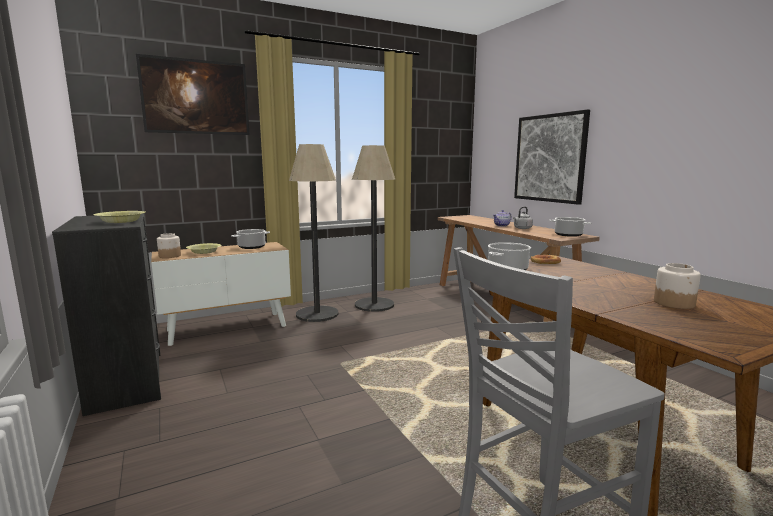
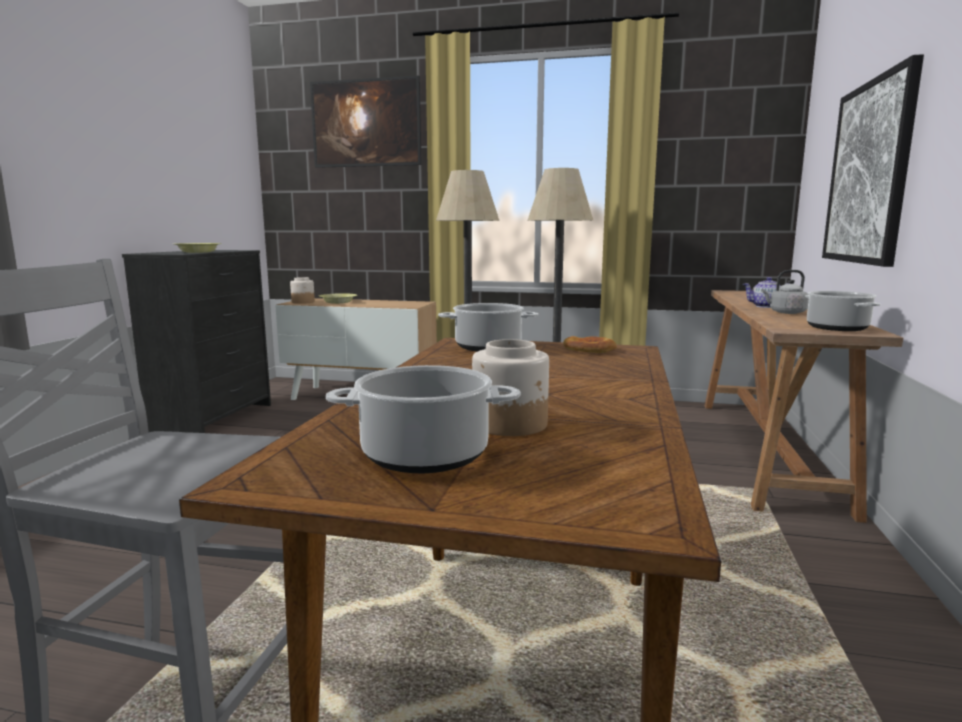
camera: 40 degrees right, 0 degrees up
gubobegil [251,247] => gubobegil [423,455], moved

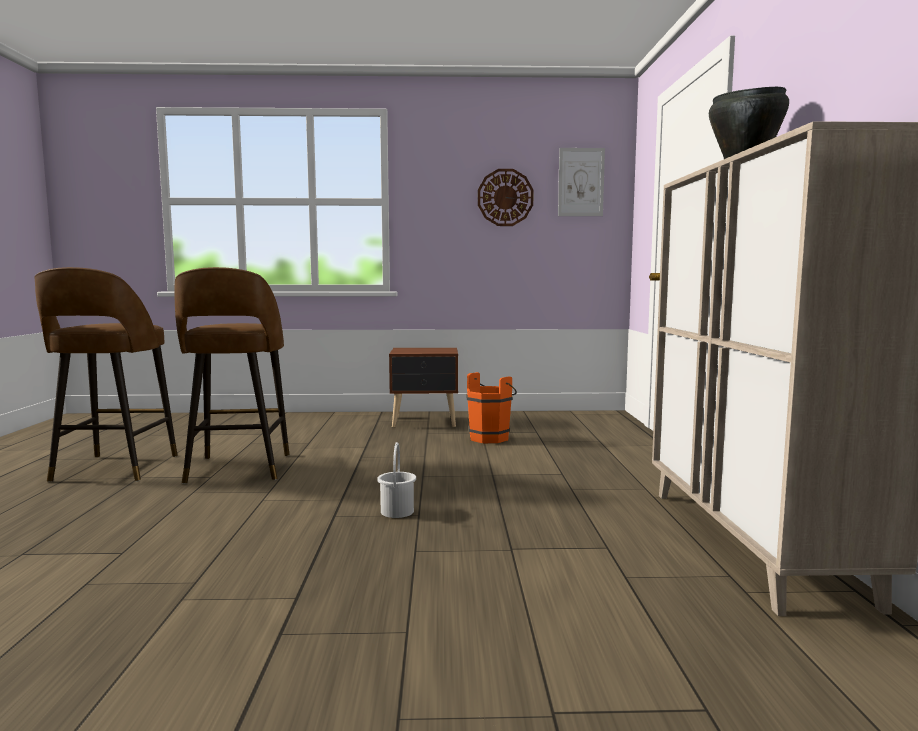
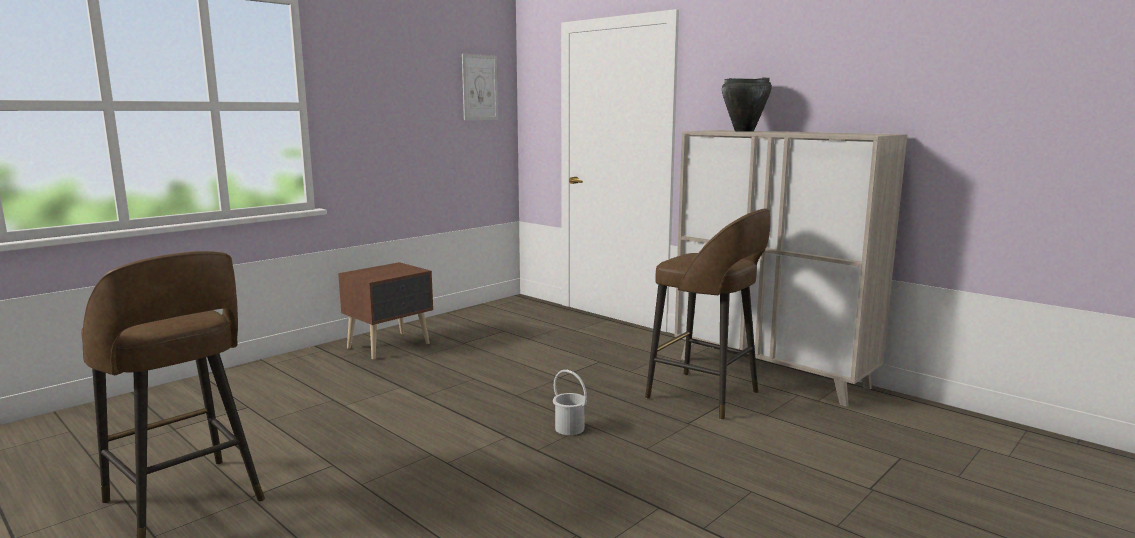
camera: 45 degrees left, 5 degrees up
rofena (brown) [238,469] => rofena (brown) [706,396], moved
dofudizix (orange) [491,437] => nothing
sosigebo [505,197] => nothing

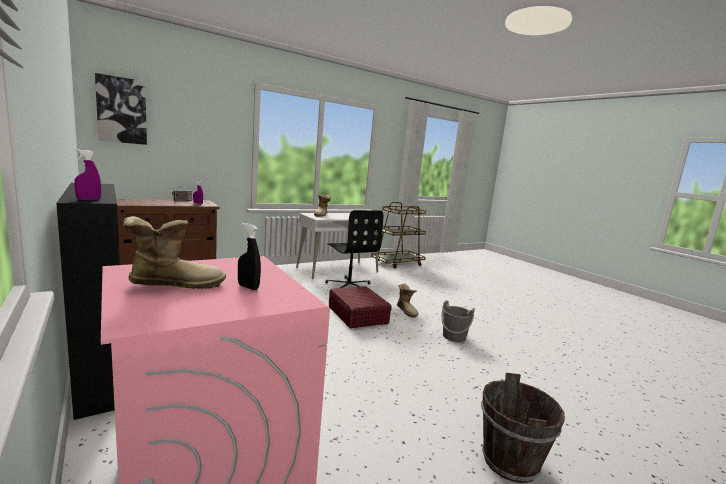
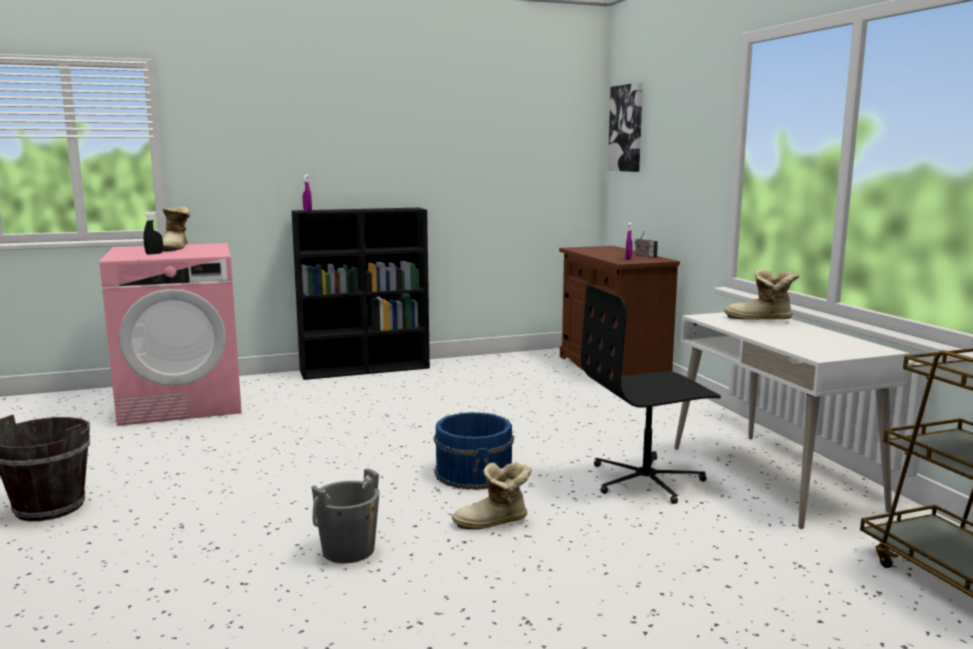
camera: 105 degrees right, 0 degrees up
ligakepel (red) [357,315] => dofudizix (blue) [475,473]

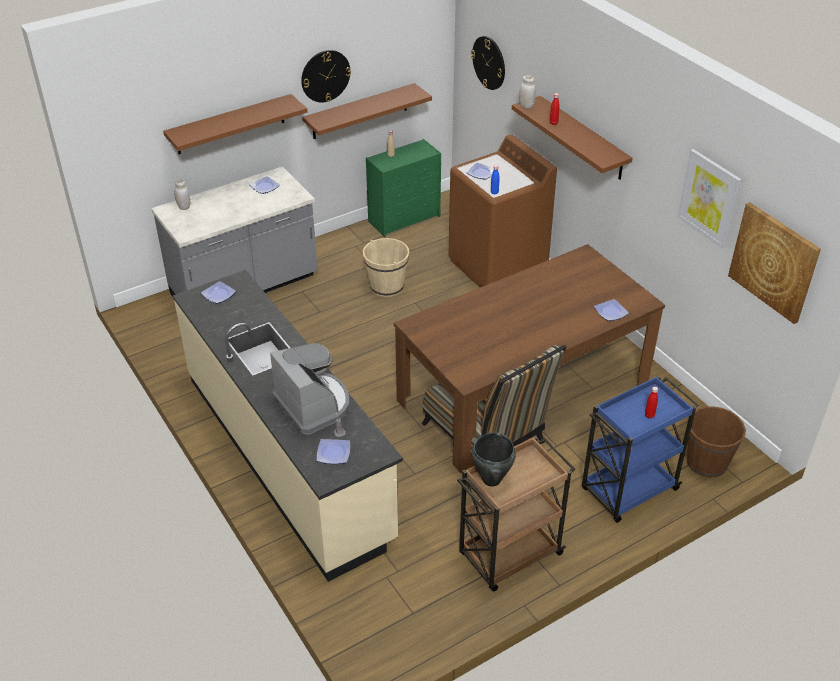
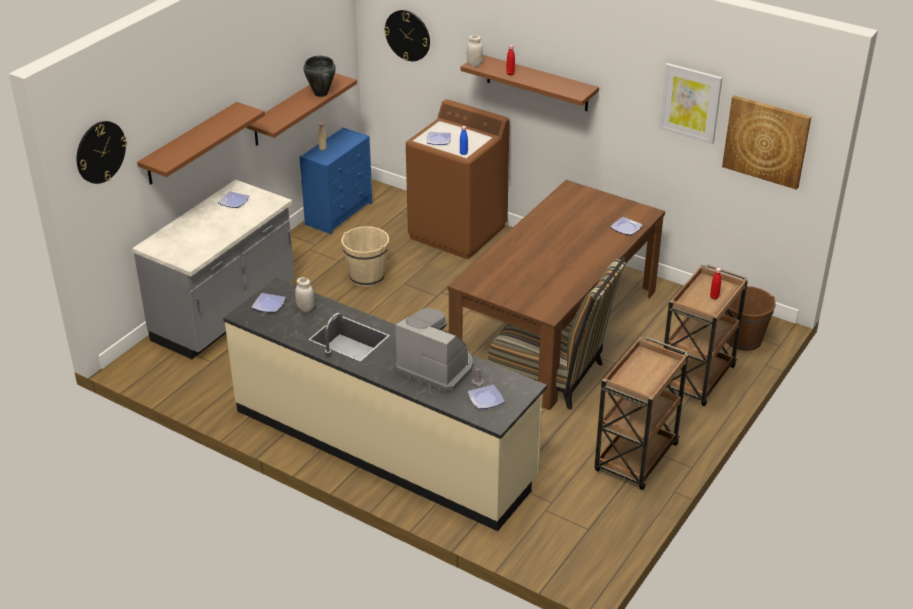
camera: 25 degrees left, 5 degrees down
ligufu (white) [184,207] => ligufu (white) [305,308], moved
sosigebo [325,76] => sosigebo [100,152], moved
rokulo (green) [405,219] => rokulo (blue) [339,213]
gubobegil (black) [491,480] => gubobegil (black) [320,93], moved
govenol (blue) [628,490] => govenol (brown) [696,379]

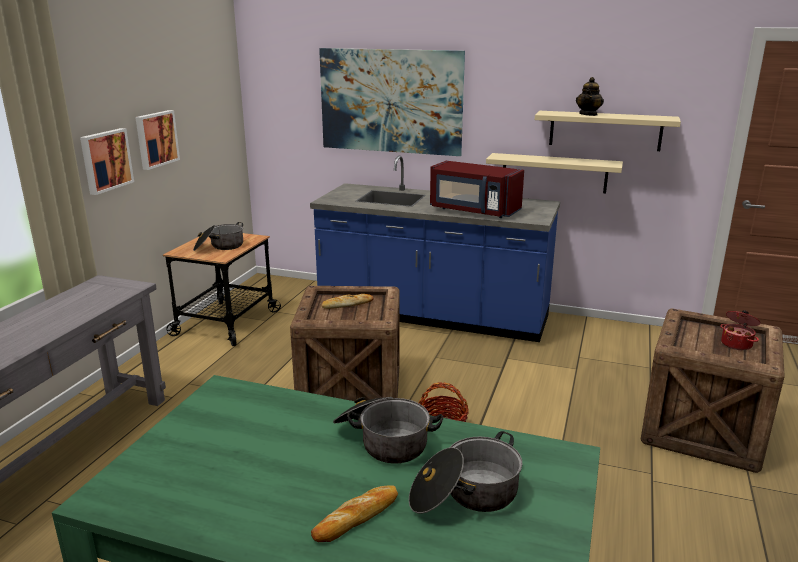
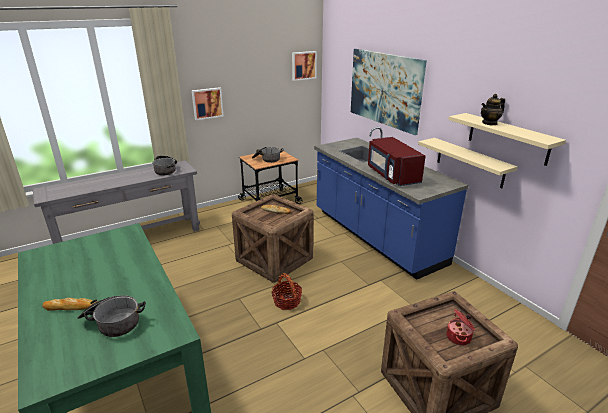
camera: 40 degrees right, 5 degrees up
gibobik [156,139] => gibobik [303,65], moved
gubobegil [383,440] => gubobegil [166,170], moved

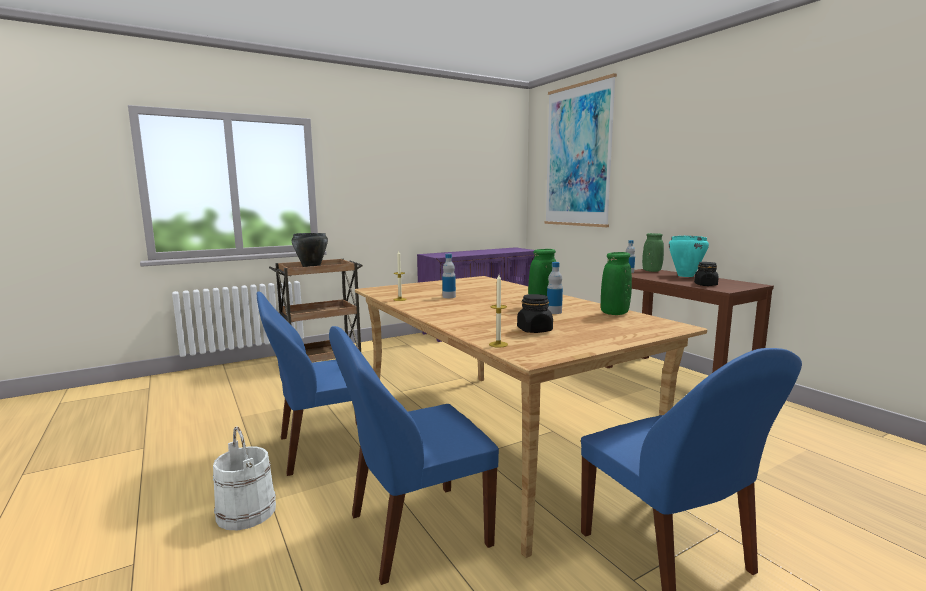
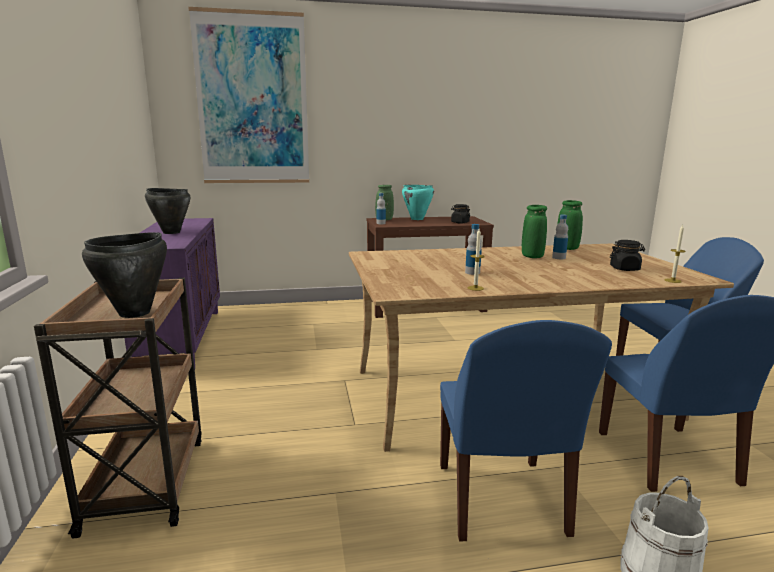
camera: 70 degrees left, 5 degrees up
nothing => gubobegil (black) [171,232]

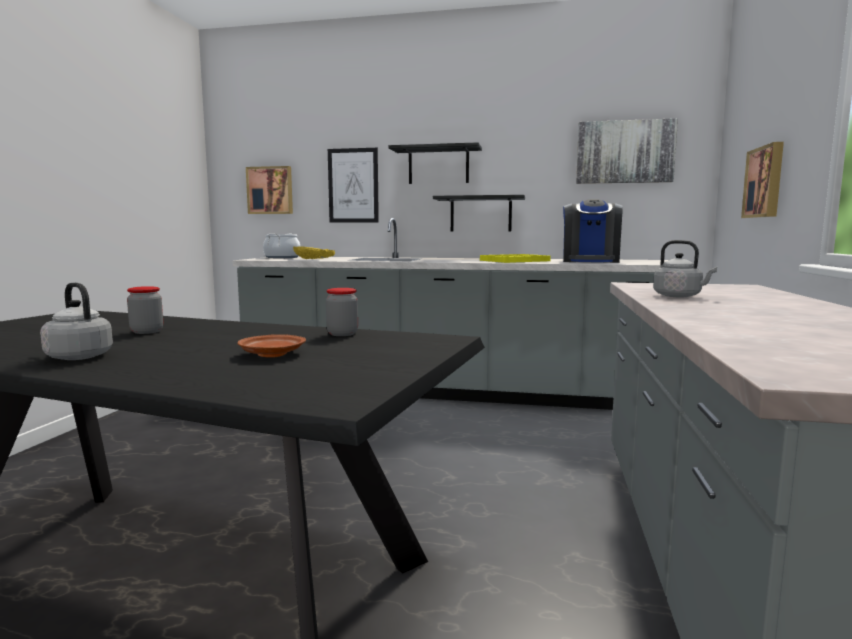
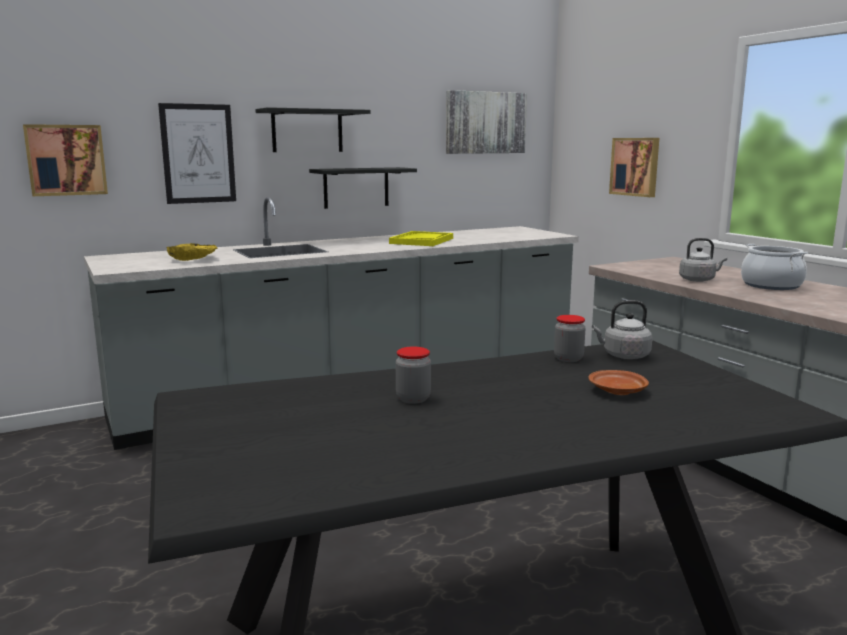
camera: 40 degrees left, 5 degrees up
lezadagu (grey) [78,356] => lezadagu (grey) [623,356], moved
gubobegil [282,257] => gubobegil [771,285], moved
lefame [590,261] => nothing

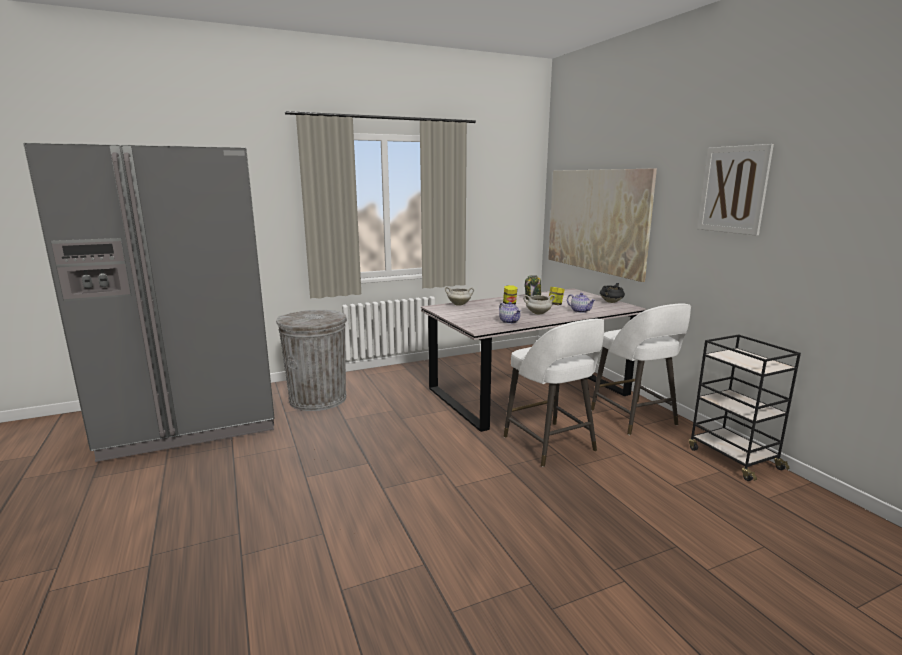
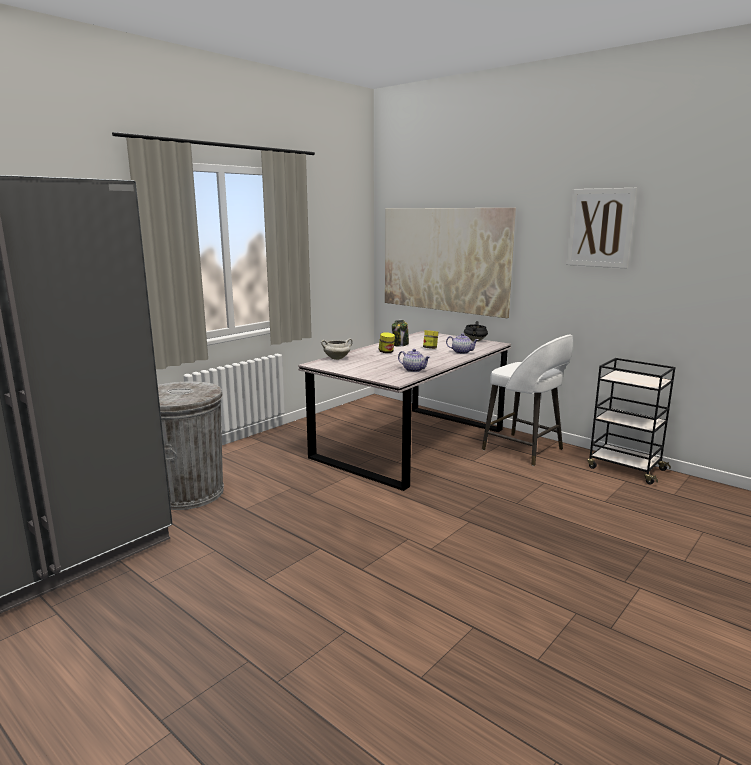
camera: 25 degrees left, 0 degrees up
rofena (white) [550,445] => nothing
gubobegil (white) [538,313] => nothing

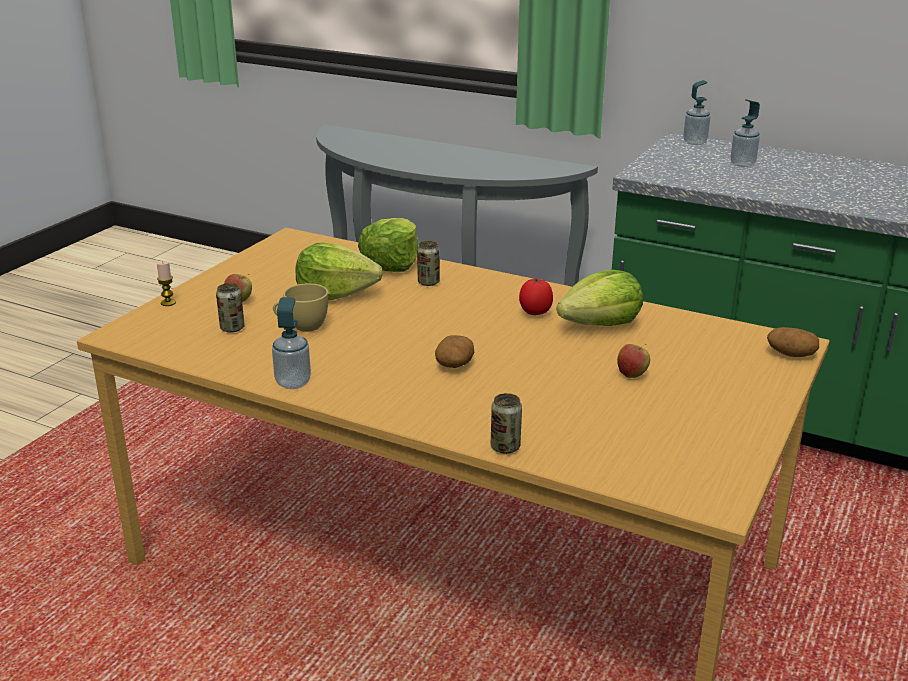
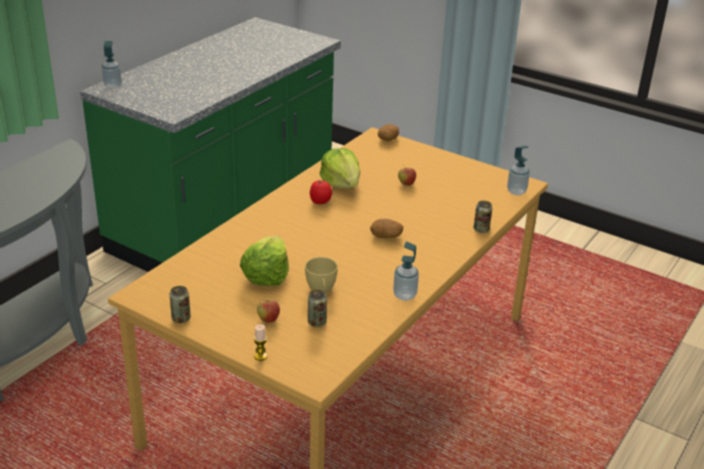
camera: 85 degrees left, 5 degrees up
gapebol [391,264] => nothing
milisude [428,282] => milisude [181,318], moved
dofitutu [742,164] => dofitutu [516,191], moved

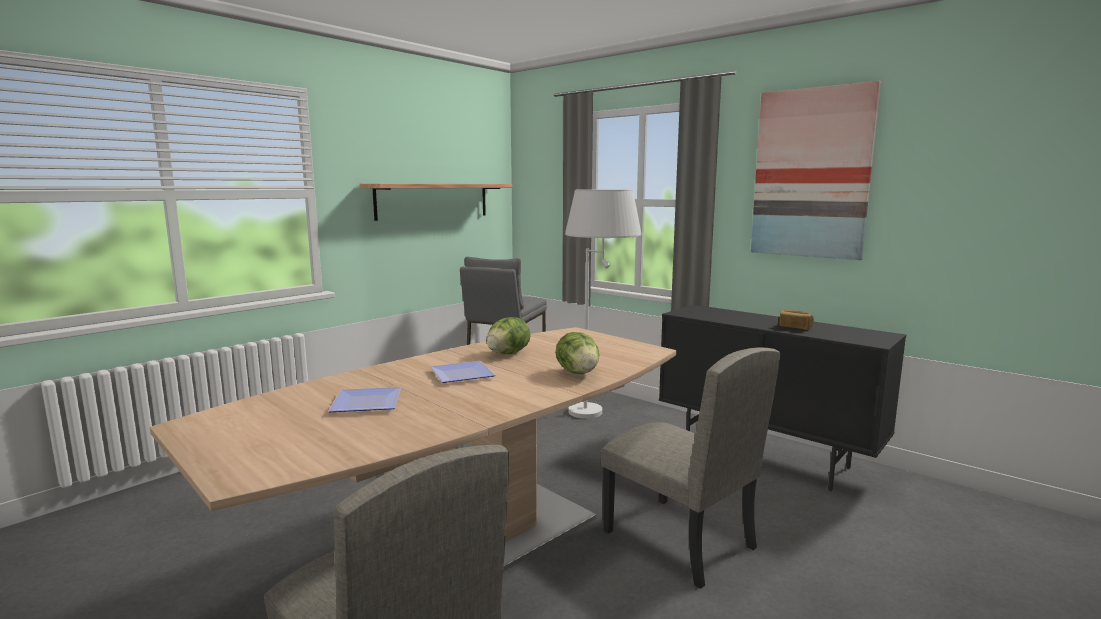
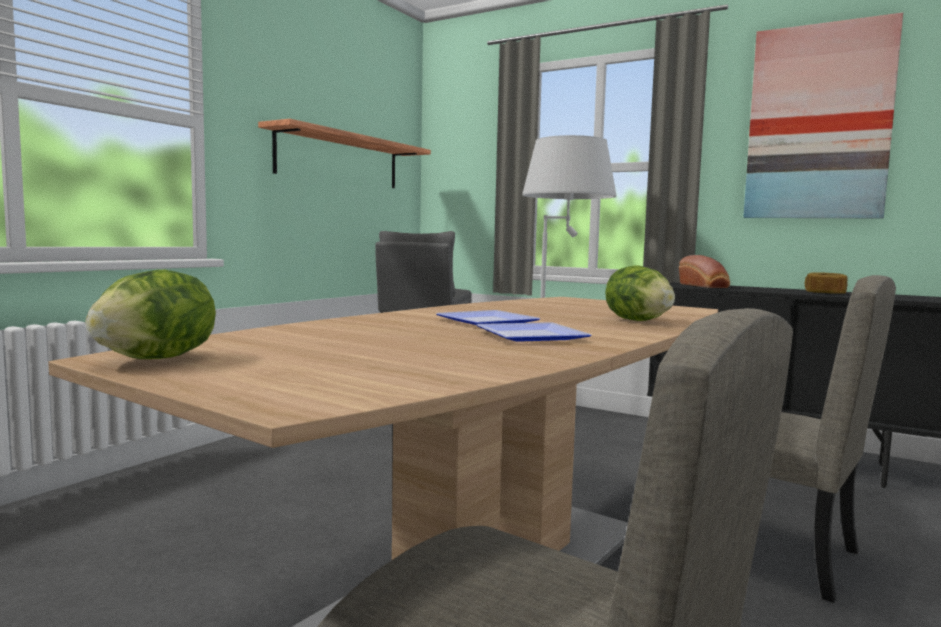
camera: 10 degrees left, 5 degrees down
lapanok [365,402] => lapanok [527,336], moved
gapebol [507,354] => gapebol [156,359], moved
nothing => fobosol [704,286]

